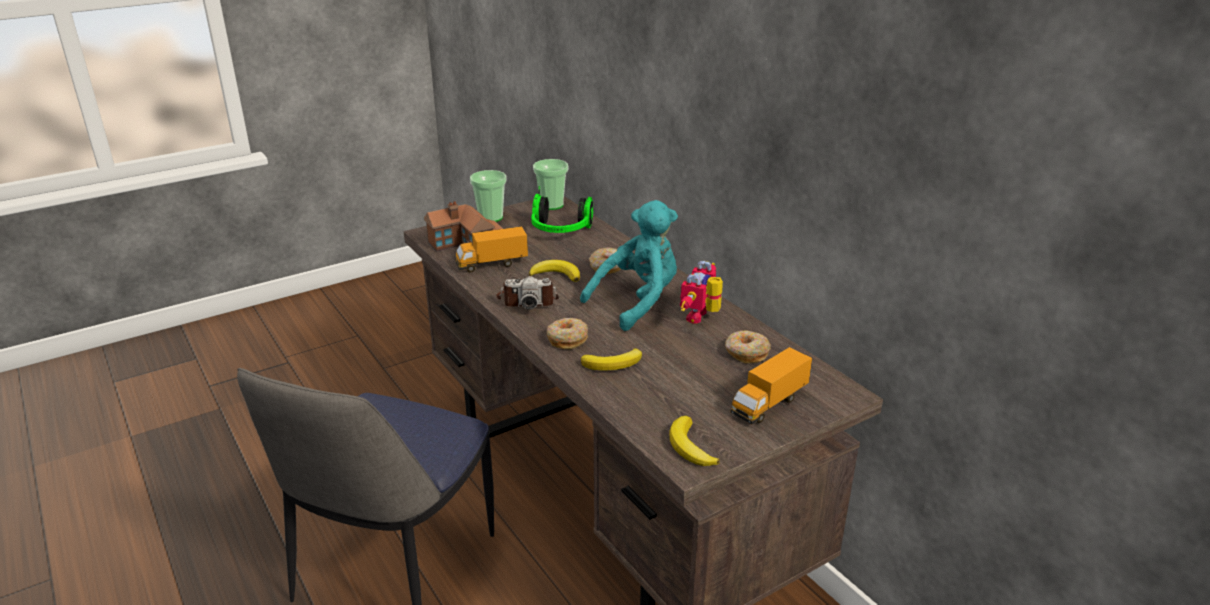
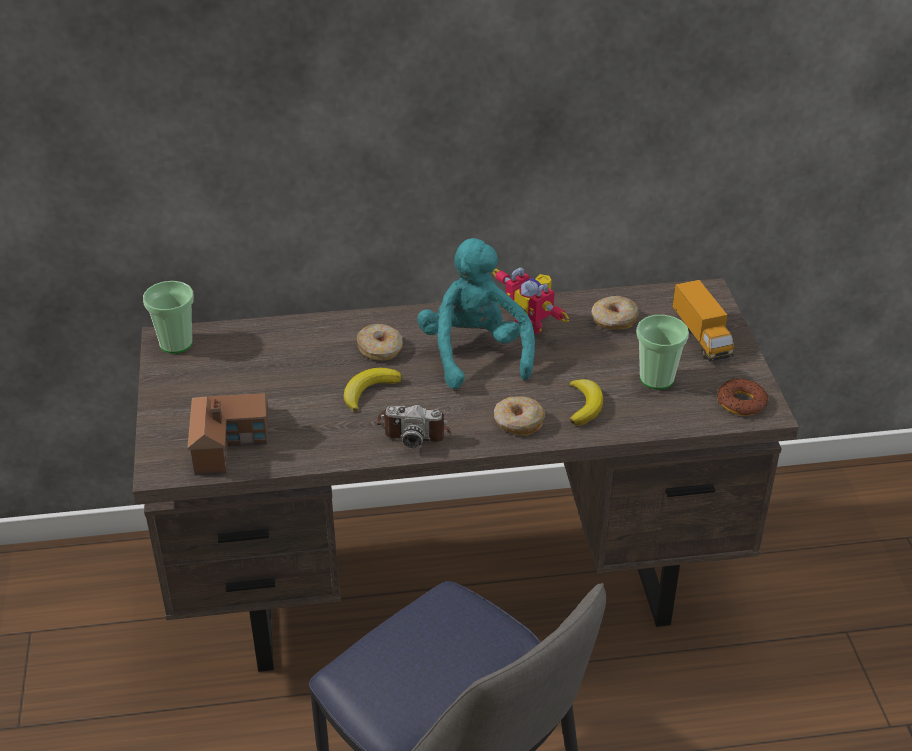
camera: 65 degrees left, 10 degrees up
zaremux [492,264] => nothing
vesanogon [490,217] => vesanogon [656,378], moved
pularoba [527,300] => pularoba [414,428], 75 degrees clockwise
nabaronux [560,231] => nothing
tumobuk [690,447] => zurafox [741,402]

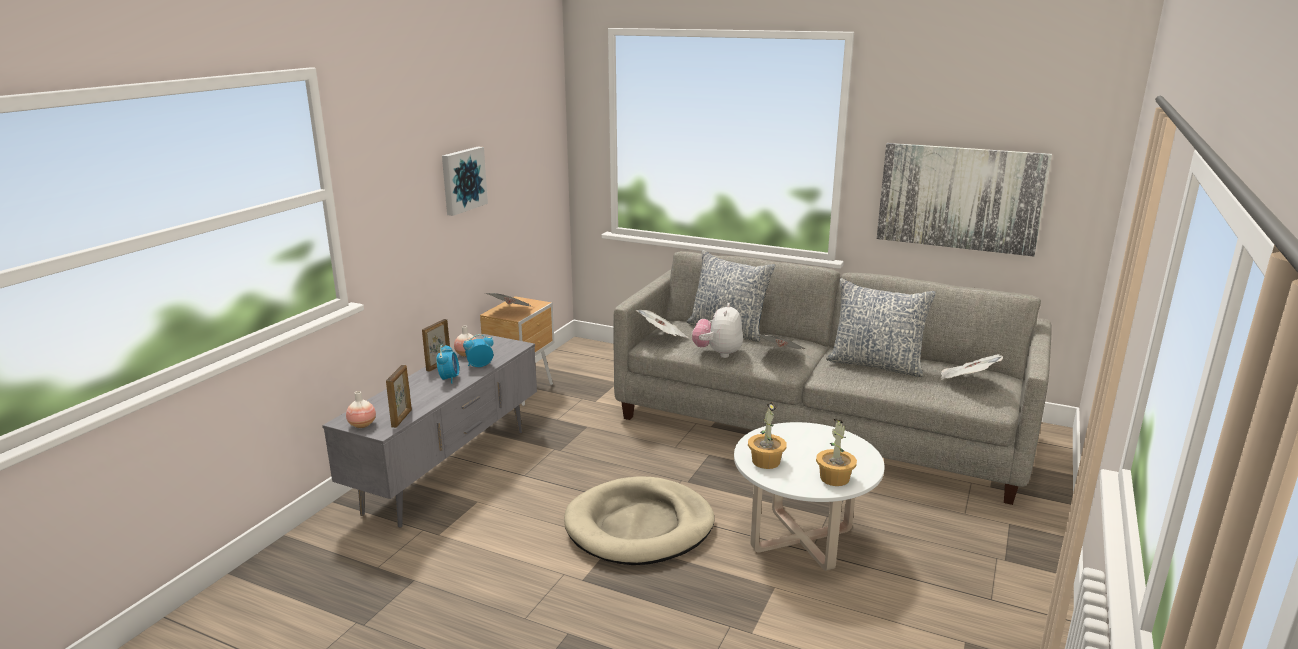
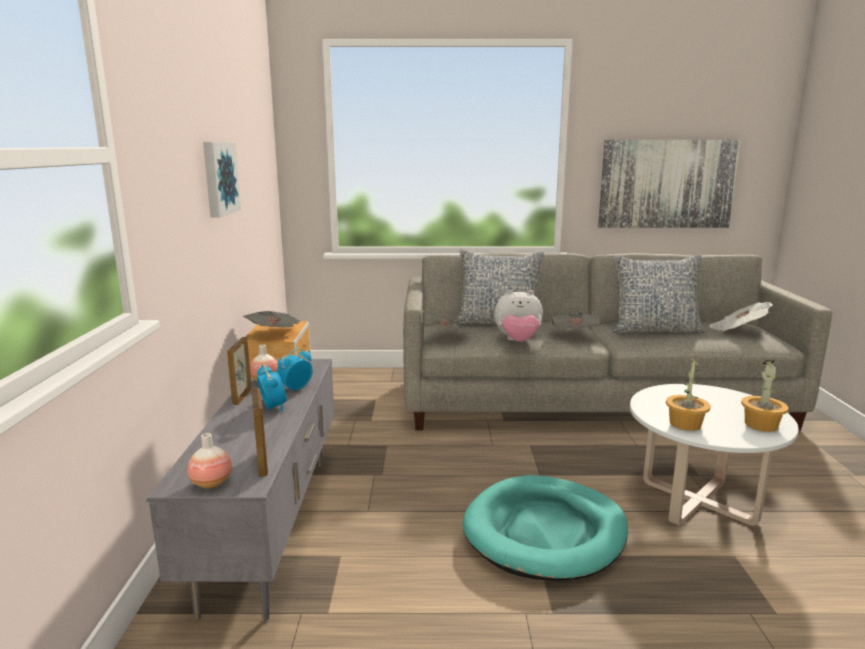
camera: 25 degrees left, 5 degrees down
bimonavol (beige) [639,526] => bimonavol (turquoise) [545,532]
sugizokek [718,353] => sugizokek [518,341], 75 degrees counterclockwise

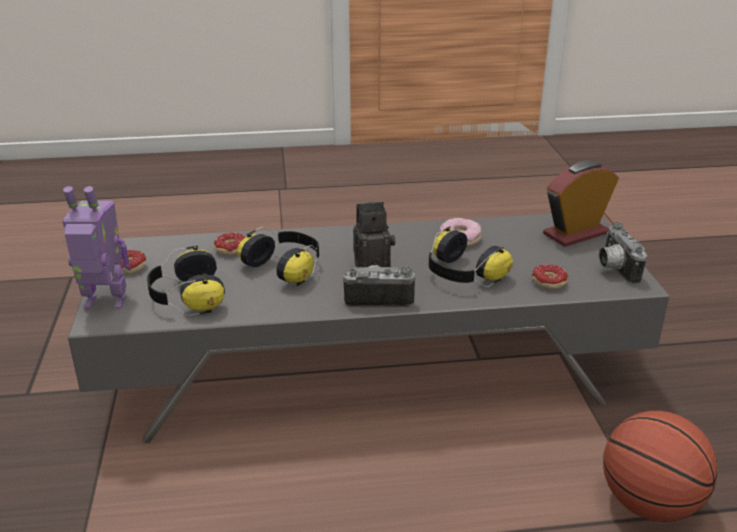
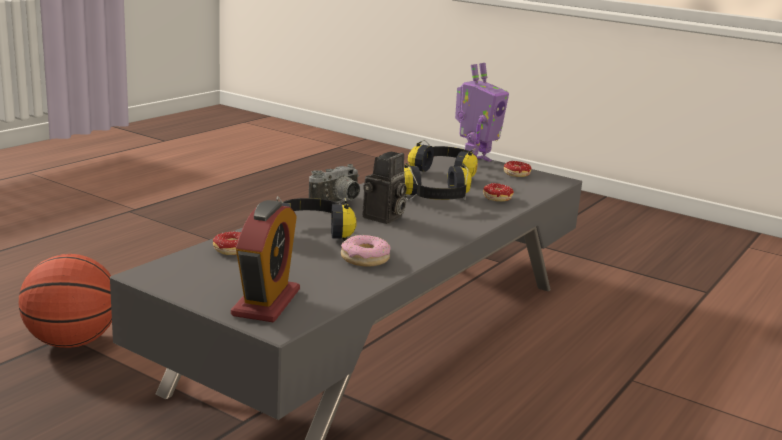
camera: 130 degrees right, 10 degrees down
pularoba [614,269] => nothing

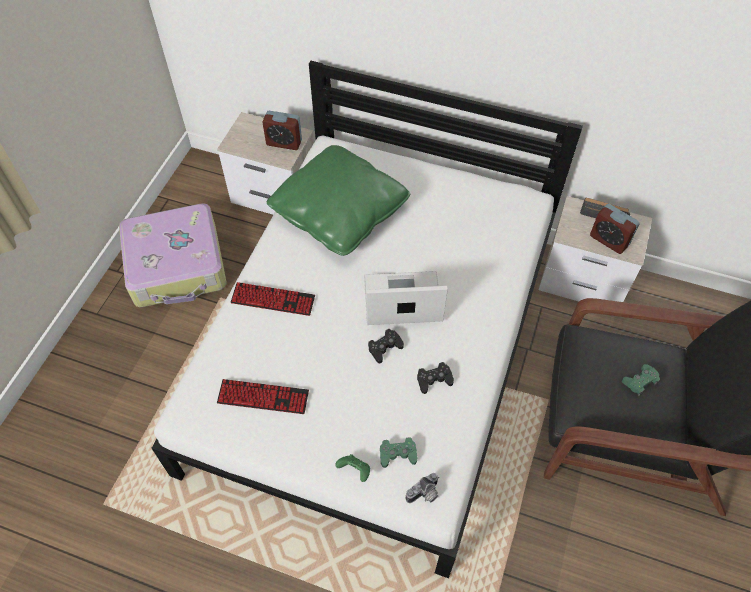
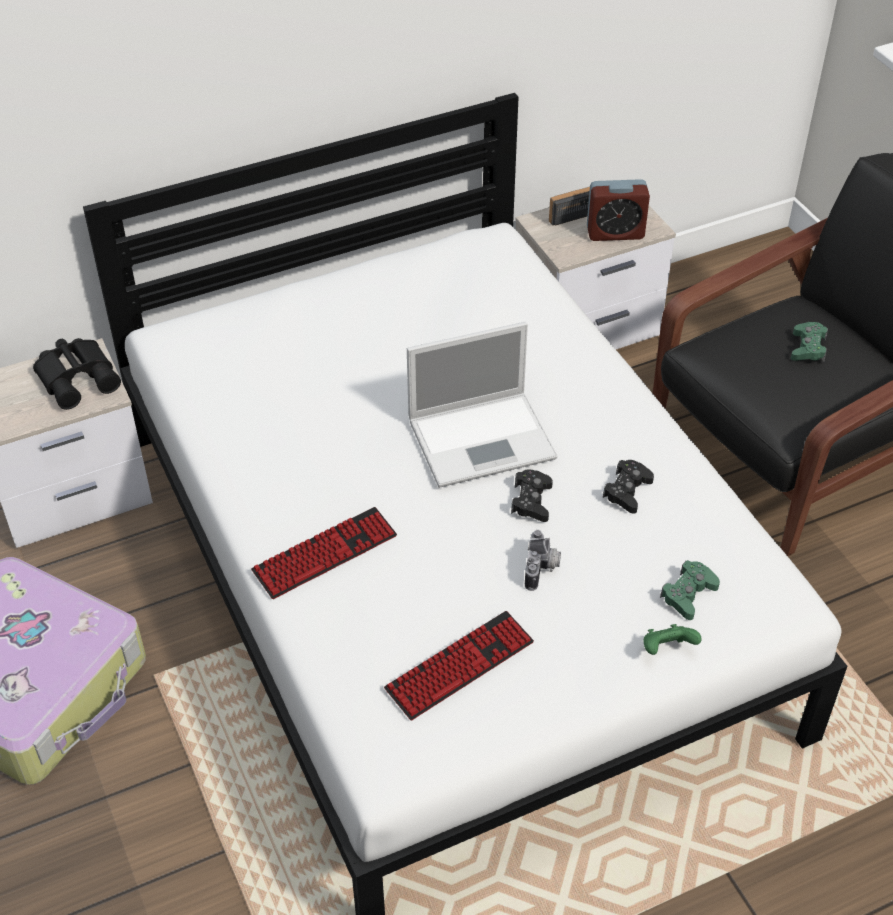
camera: 45 degrees left, 10 degrees down
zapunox [284,143] => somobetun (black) [79,377]
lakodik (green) [339,212] => nothing
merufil [400,300] => merufil [484,438], 150 degrees counterclockwise
pularoba [424,495] => pularoba [542,569], moved

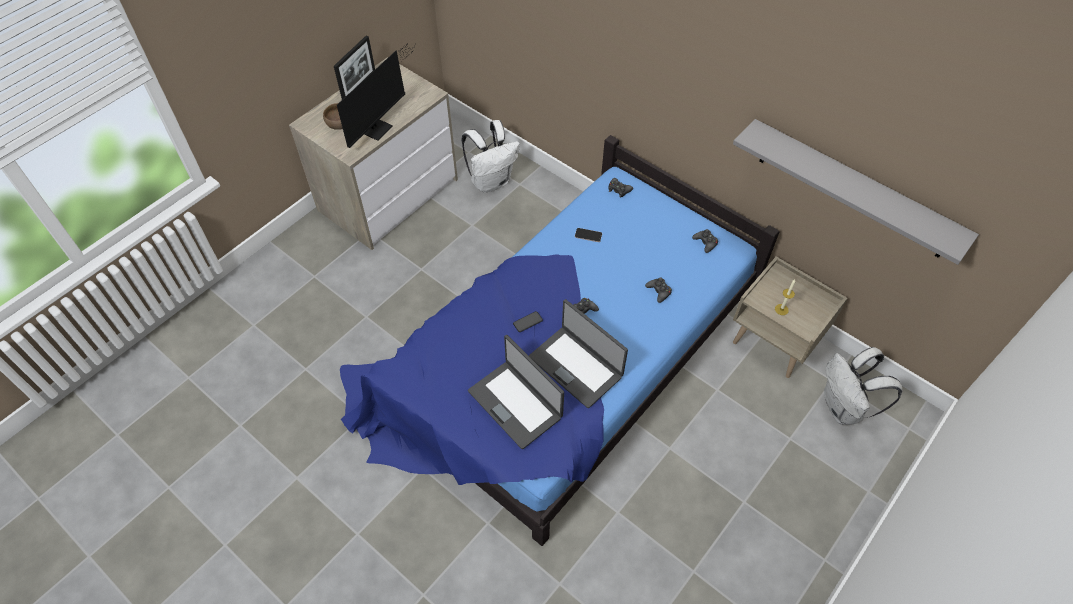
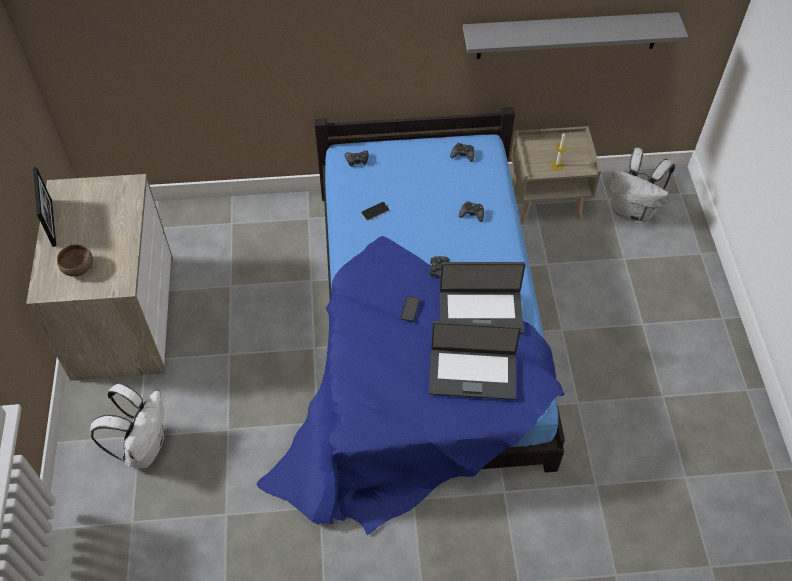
camera: 45 degrees left, 0 degrees up
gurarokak [379,126] => nothing
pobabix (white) [491,181] => pobabix (white) [144,447], moved

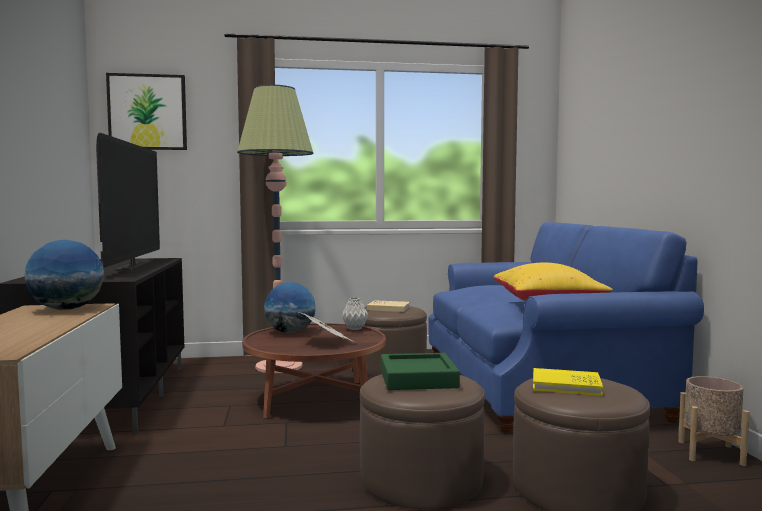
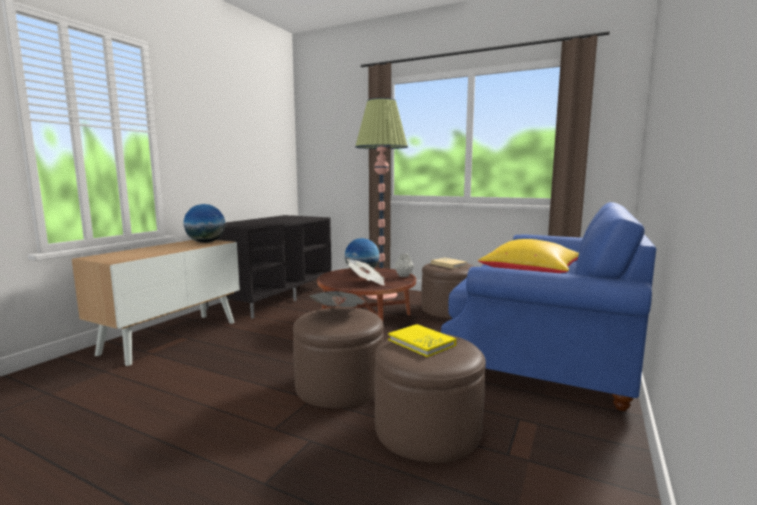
camera: 35 degrees right, 5 degrees up
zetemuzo [134,266] => nothing
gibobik [147,112] => nothing
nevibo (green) [418,378] => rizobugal [339,315]
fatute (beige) [710,453] => nothing

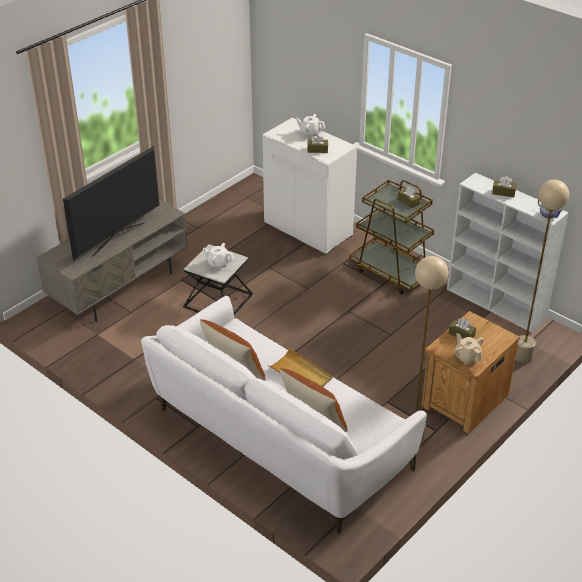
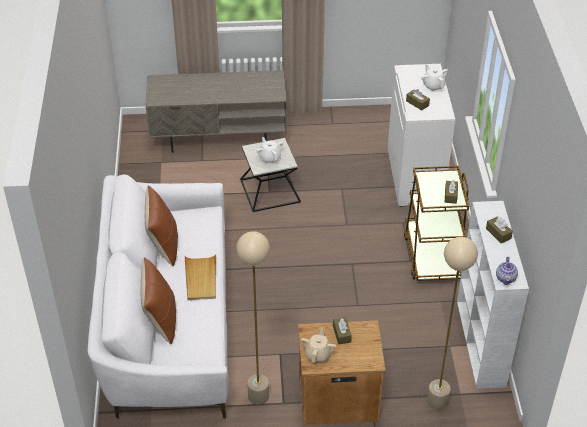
camera: 45 degrees right, 5 degrees up
zetemuzo [118,239] => nothing

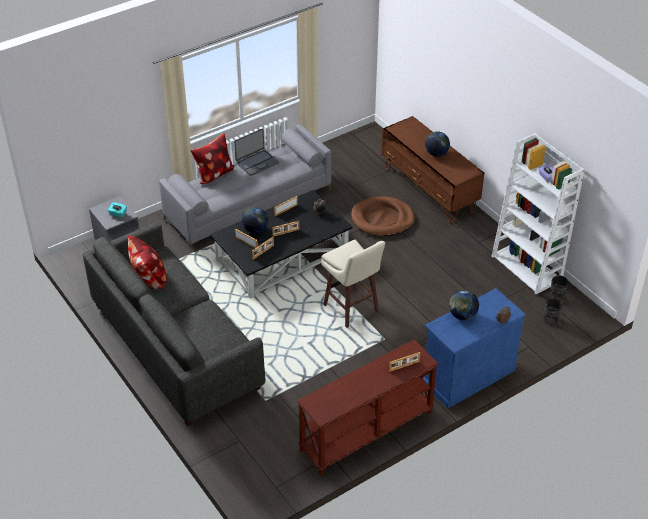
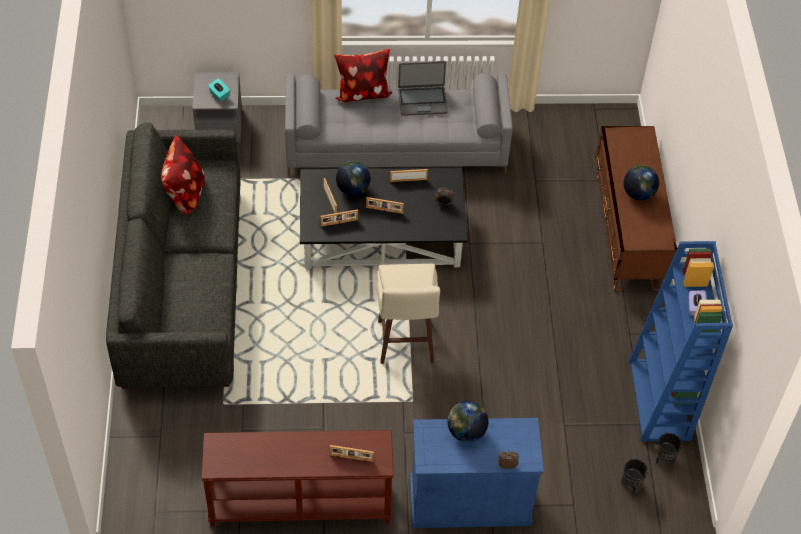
camera: 30 degrees right, 10 degrees up
bimonavol (brown) [382,219] => nothing
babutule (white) [527,268] => babutule (blue) [660,401]

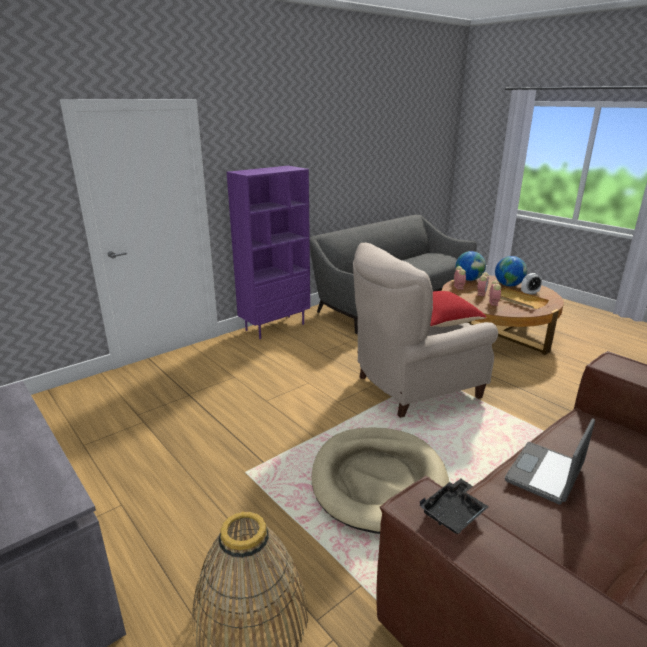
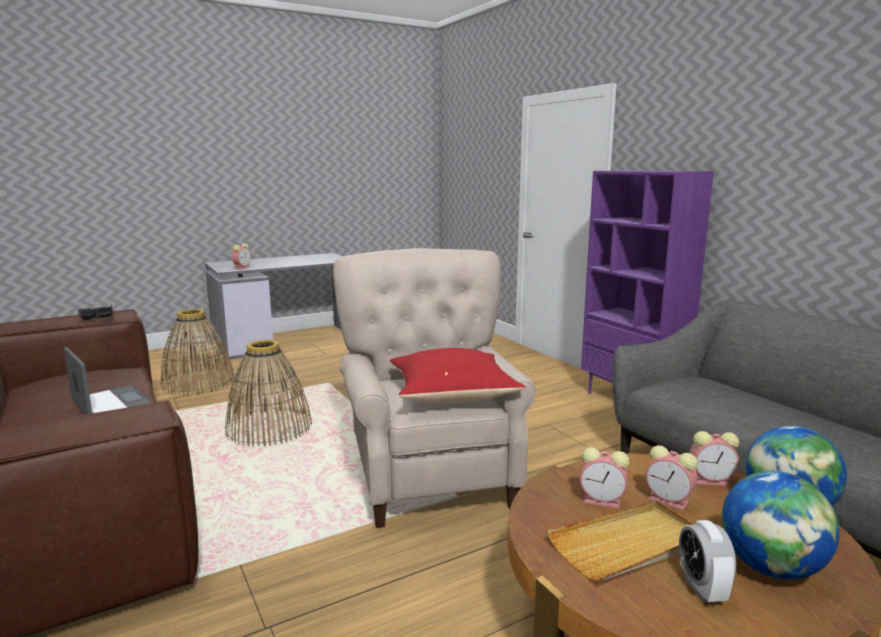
camera: 100 degrees right, 10 degrees down
bimonavol (beige) [378,481] => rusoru [269,428]
nothing => zapunox [242,268]

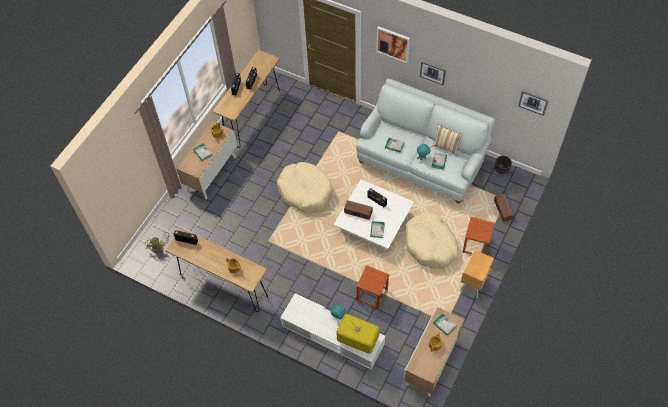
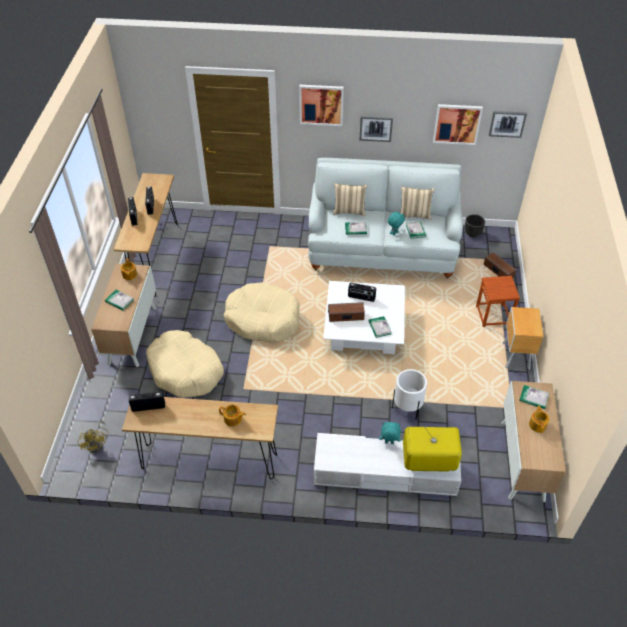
camera: 25 degrees left, 10 degrees down
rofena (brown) [372,295] => fatute (white) [407,408]
bimonavol (beige) [430,244] => bimonavol (beige) [185,371], moved
nothing => lakodik (beige) [349,211]
nothing => gibobik [457,124]

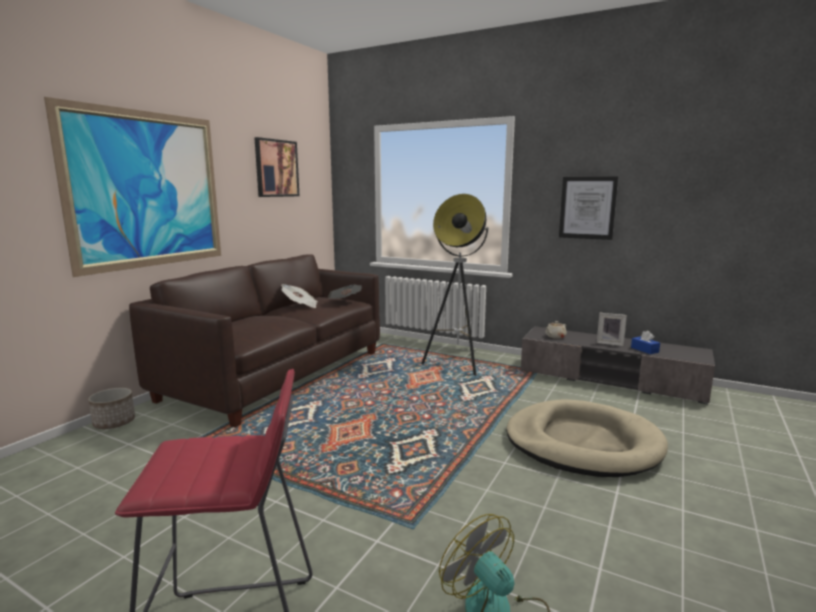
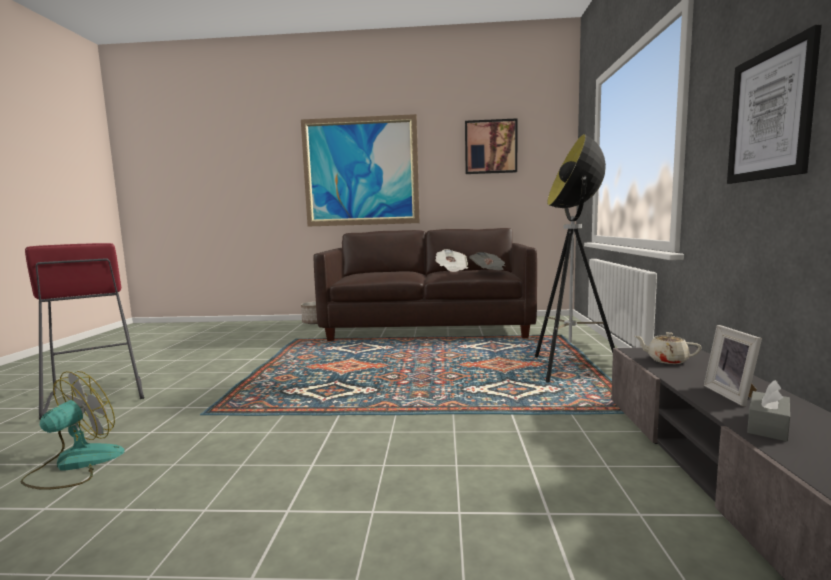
camera: 65 degrees right, 5 degrees down
bimonavol (beige) [582,443] => nothing
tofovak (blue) [644,350] => tofovak (grey) [767,426]

